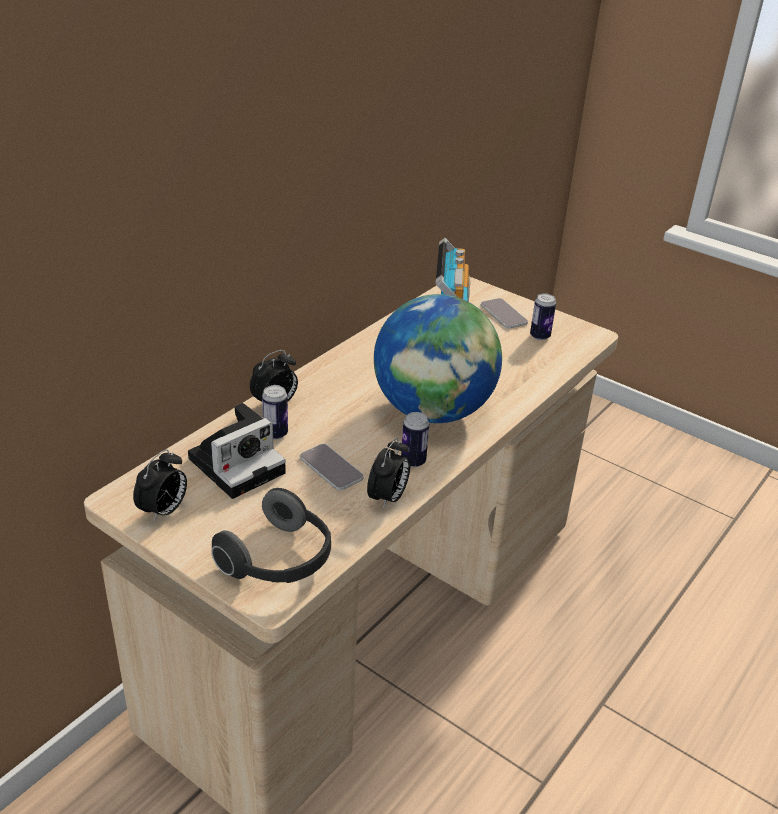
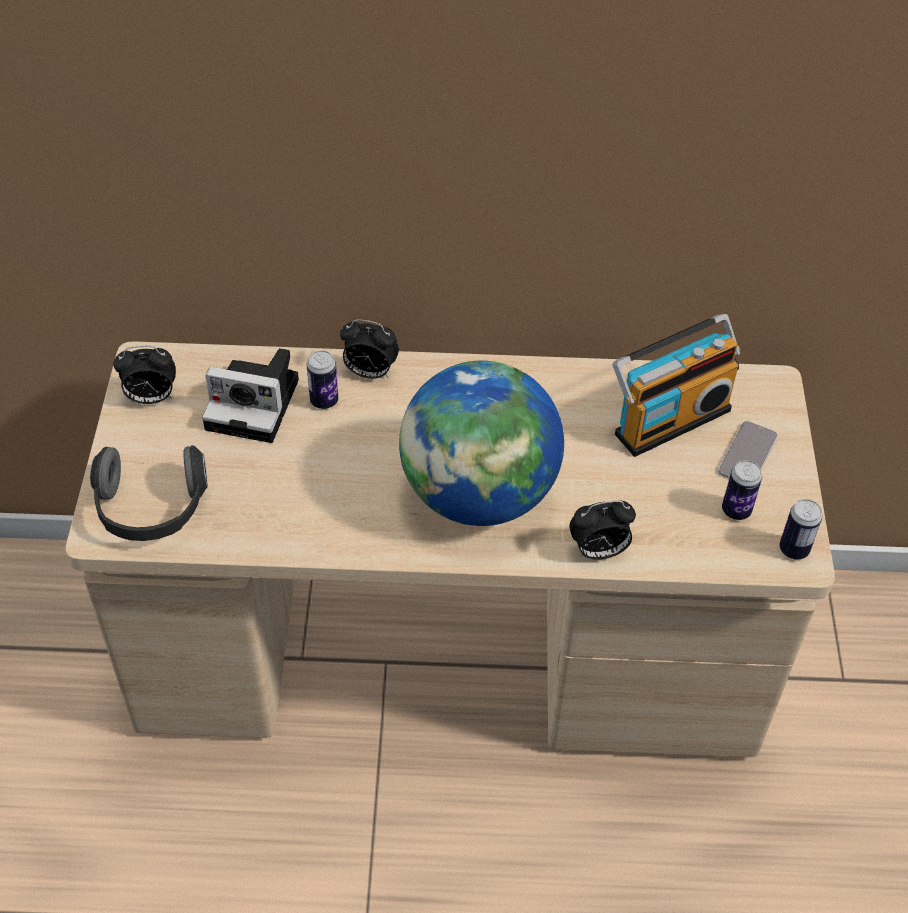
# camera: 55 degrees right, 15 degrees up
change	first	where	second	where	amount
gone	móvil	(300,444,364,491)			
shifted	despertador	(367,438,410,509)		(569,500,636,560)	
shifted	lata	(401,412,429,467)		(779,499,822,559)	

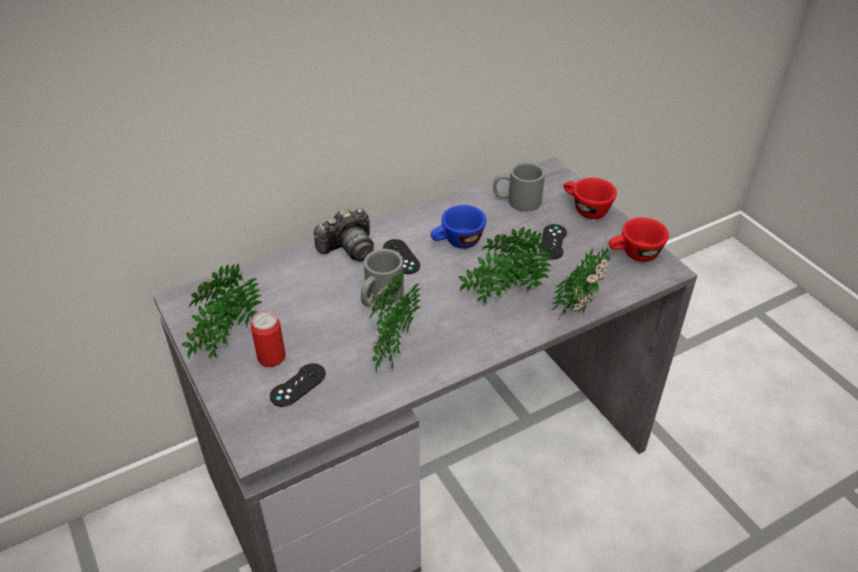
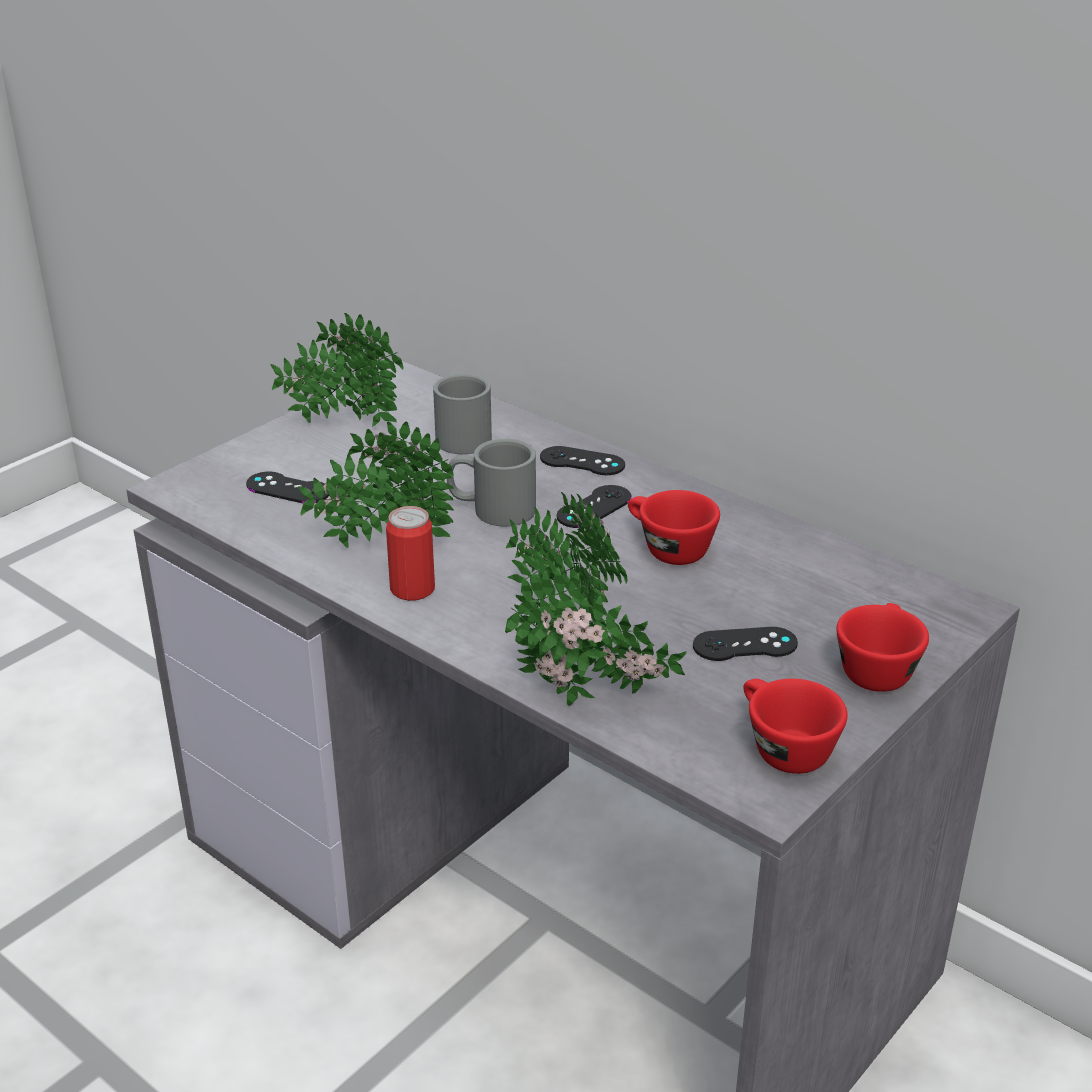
# camera: 70 degrees right, 10 degrees down
change	first	where	second	where	amount
shifted	lata	(251,311,286,367)		(386,506,435,601)	
swapped	cámara	(314,208,374,262)	mando de consola/negro	(540,446,625,475)	
repainted	taza/azul	(431,205,486,248)	taza/rojo	(628,490,720,565)	
shifted	taza grande/gris	(493,162,545,211)		(433,374,492,454)	

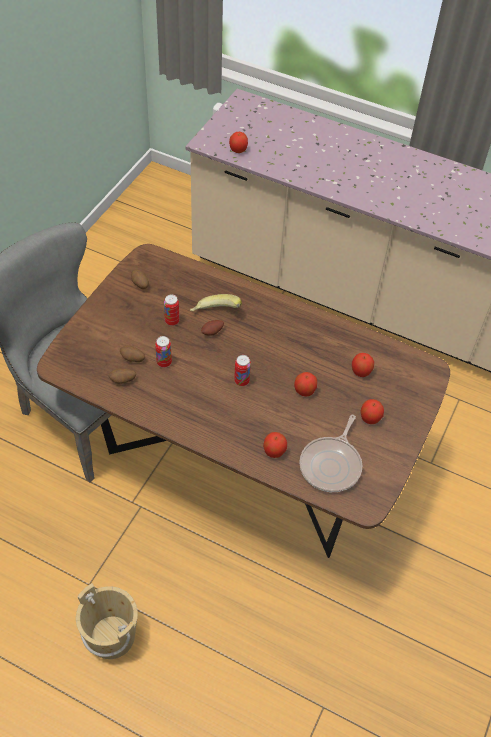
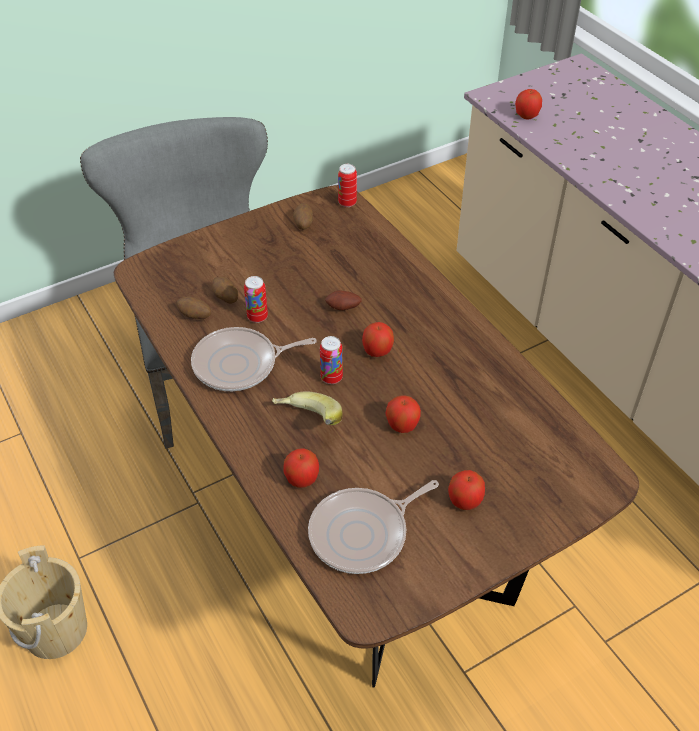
# camera: 35 degrees right, 5 degrees down
change	first	where	second	where	amount
shifted	lata	(164,295,179,326)		(338,164,357,207)	
shifted	plátano	(190,294,242,312)		(272,392,343,425)	
shifted	manzana	(352,353,374,377)		(362,322,394,357)	
new			sartén	(191,327,317,391)	

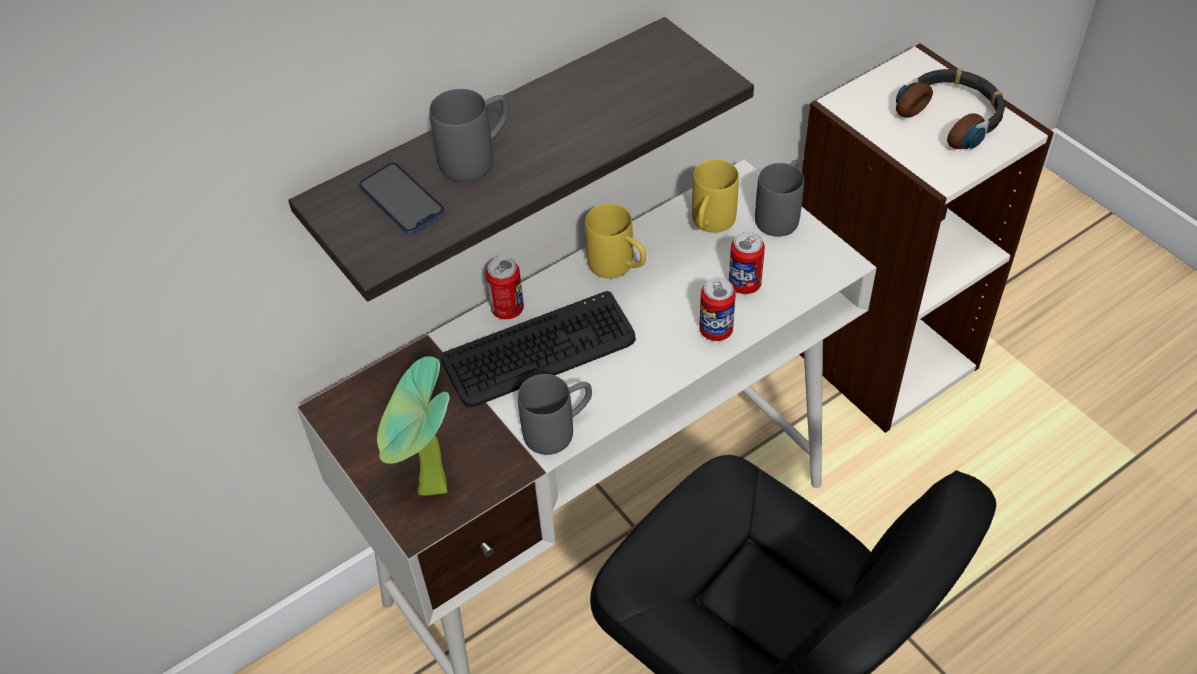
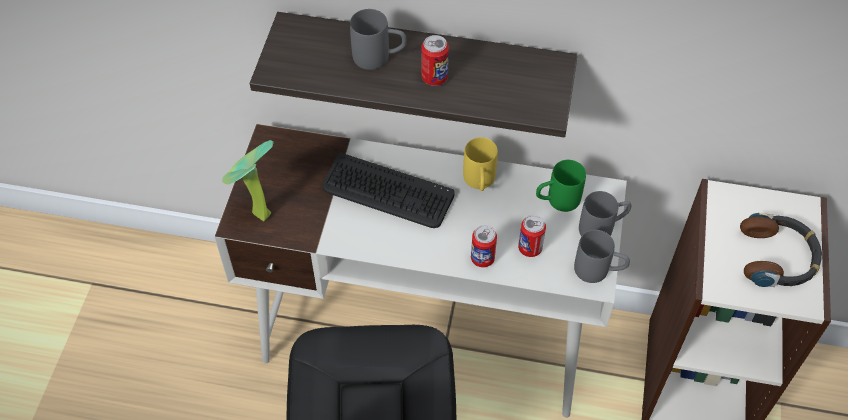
# camera: 45 degrees right, 5 degrees up
change	first	where	second	where	amount
gone	móvil	(359,163,444,234)			
shifted	lata	(486,257,524,319)		(422,35,449,86)	
shifted	taza grande/gris	(518,374,592,455)		(574,230,630,283)	
repainted	taza grande/amarillo	(692,159,739,233)	taza grande/verde	(536,160,586,212)	

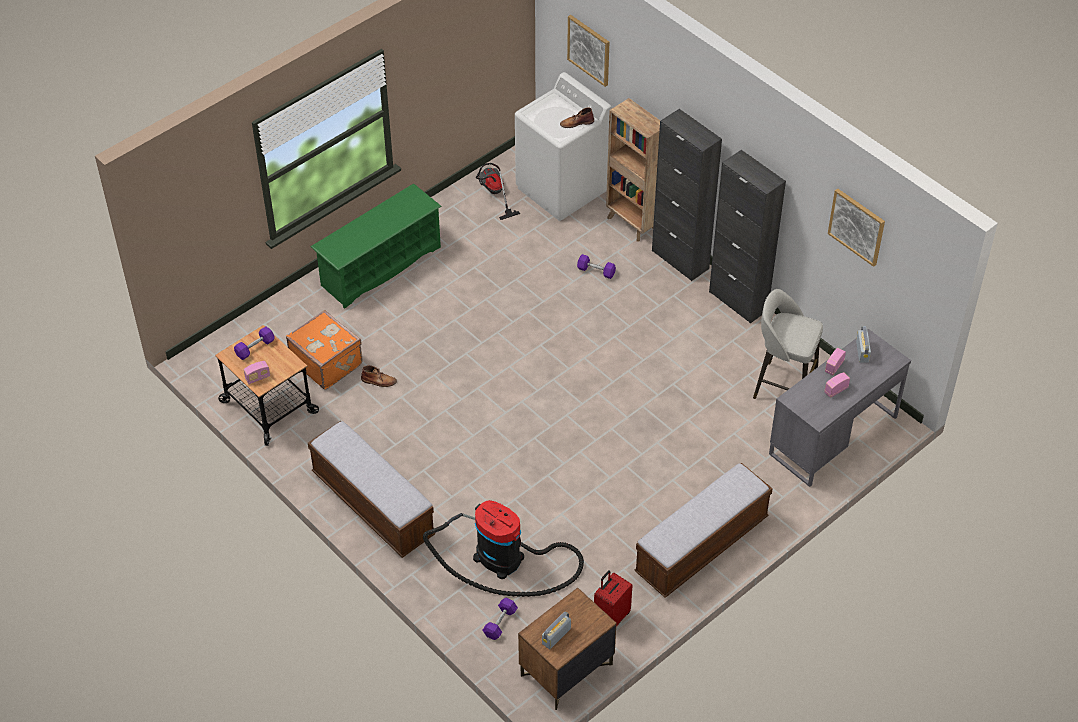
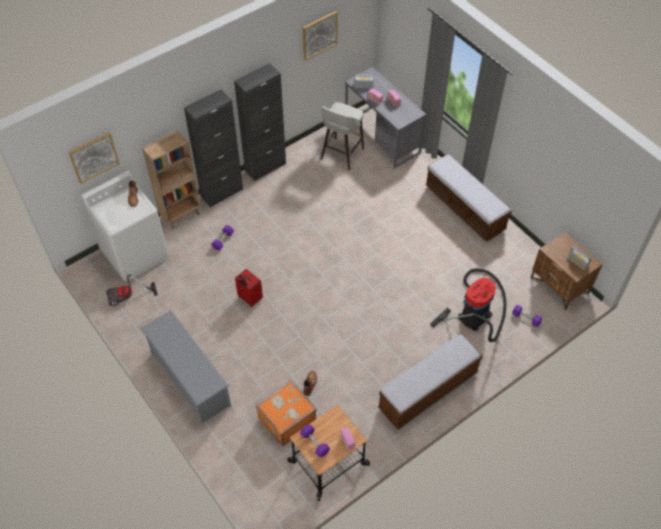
# camera: 85 degrees left, 5 degrees up
change	first	where	second	where	amount
repainted	zapatero/verde	(311,183,442,309)	zapatero/gris	(141,310,231,424)	
shifted	maleta/rojo	(594,570,632,627)		(235,269,263,307)	

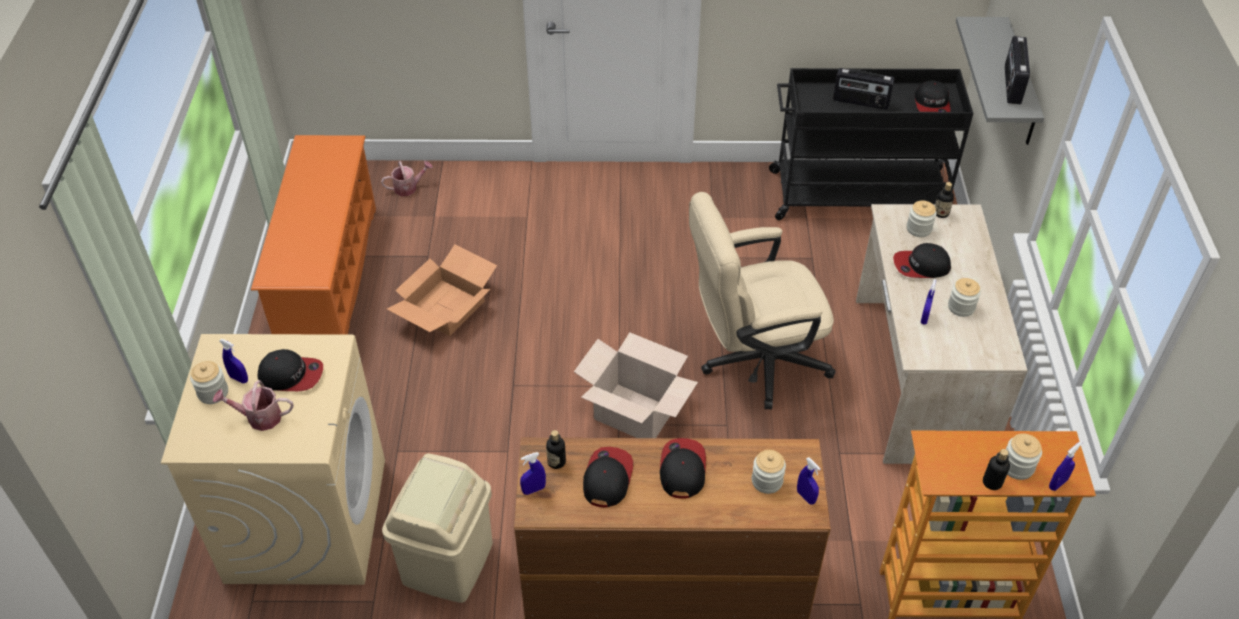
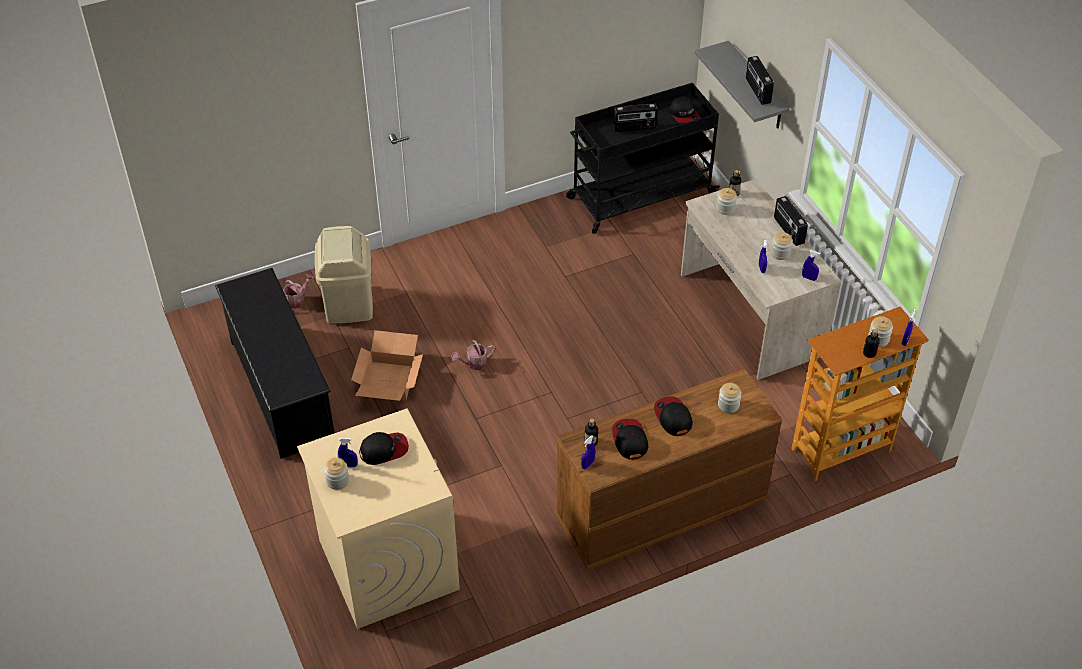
# camera: 25 degrees left, 0 degrees up
change	first	where	second	where	amount
shifted	regadera	(213,380,294,431)		(451,340,495,370)	
repainted	zapatero/naranja	(251,135,376,335)	zapatero/negro	(215,268,334,459)	
shifted	papelera/beis	(382,453,493,603)		(315,226,373,324)	
gone	caja de cartón	(574,332,698,438)			
gone	silla de oficina/beis	(689,192,836,409)			
shifted	pulverizador/azul	(797,457,821,505)		(802,250,820,281)	
gone	gorra	(893,243,951,278)			
new			radio	(774,196,808,246)	

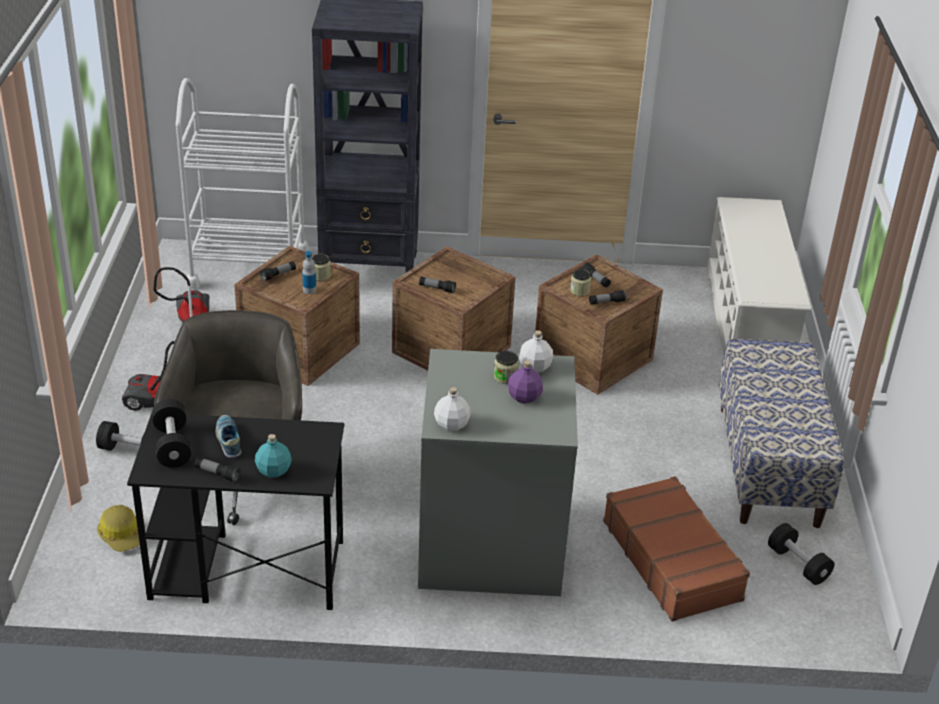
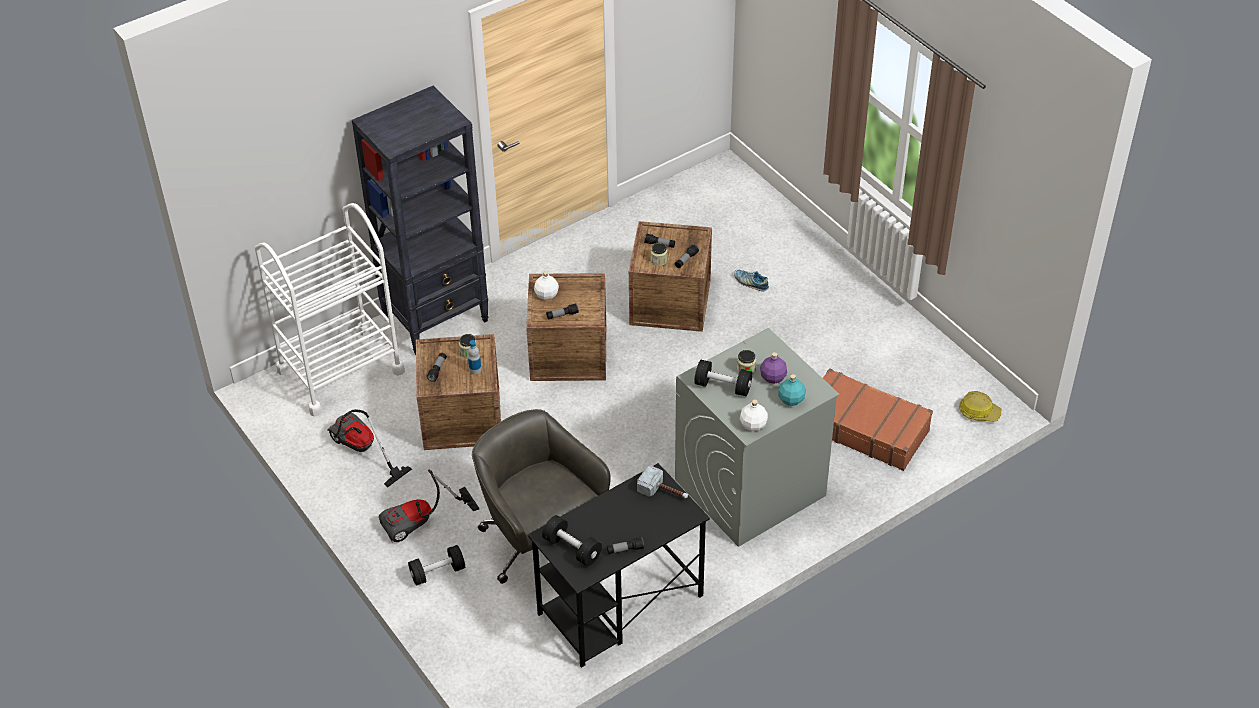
# camera: 35 degrees left, 10 degrees up
change	first	where	second	where	amount
shifted	casco	(97,505,140,552)		(959,391,1002,422)	
shifted	zapato	(215,415,242,458)		(734,269,769,292)	
shifted	botella/turquesa	(255,434,292,477)		(778,374,806,406)	
shifted	botella/blanco	(519,330,553,372)		(534,271,559,300)	
gone	zapatero/blanco	(706,197,811,354)			
gone	banco	(719,339,844,528)			
shifted	mancuerna/negro	(768,523,835,585)		(694,360,752,396)	
new			martillo	(637,466,688,498)	

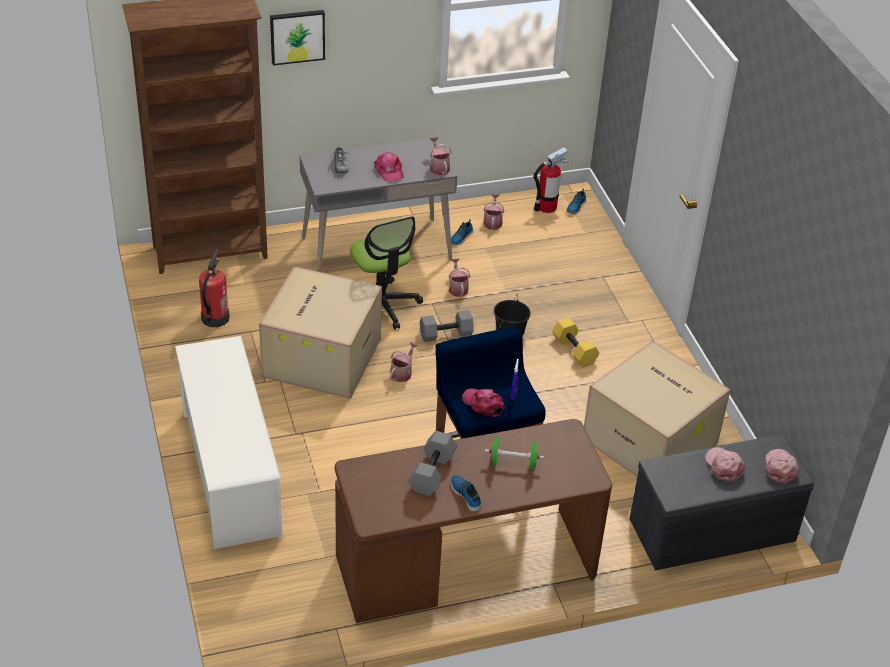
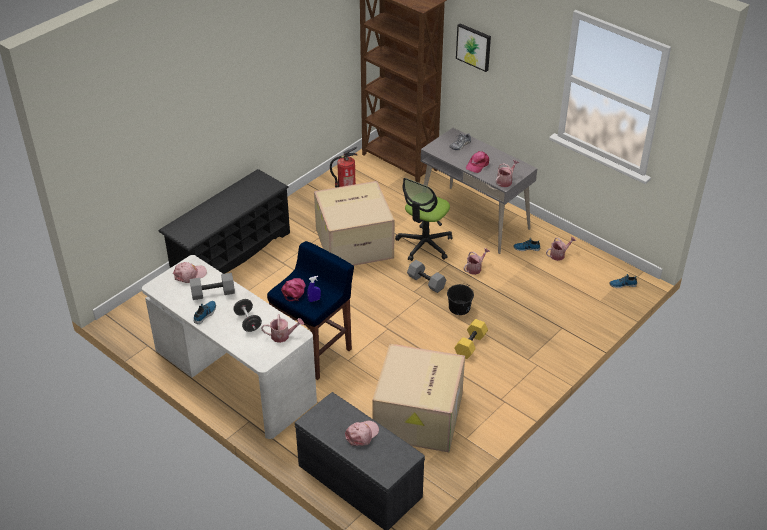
# camera: 60 degrees right, 0 degrees up
change	first	where	second	where	amount
repainted	zapatero/blanco	(175,336,282,549)	zapatero/negro	(158,169,290,274)	
repainted	escritorio/marrón	(335,419,612,623)	escritorio/blanco	(142,255,317,439)	
shifted	regadera	(390,342,418,382)		(261,314,304,343)	
repainted	mancuerna/verde	(485,438,544,470)	mancuerna/negro	(233,299,262,332)	
gone	extintor	(533,147,569,213)			
shifted	gorra/rosa	(765,449,800,484)		(173,262,207,283)	

